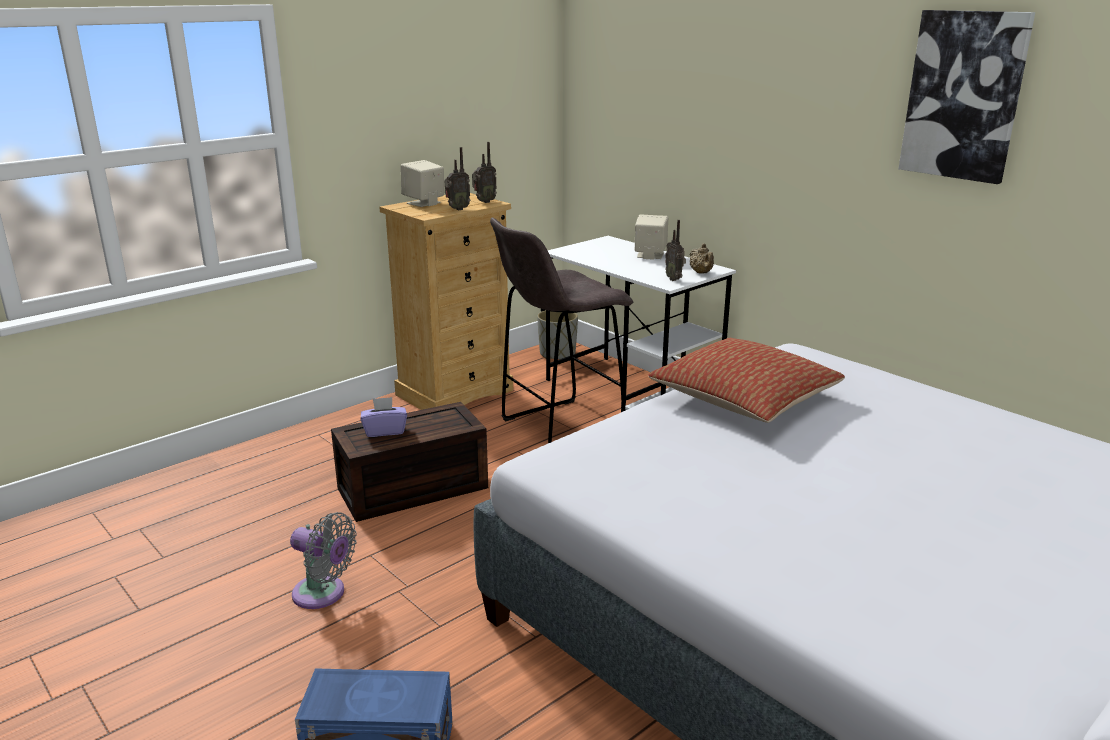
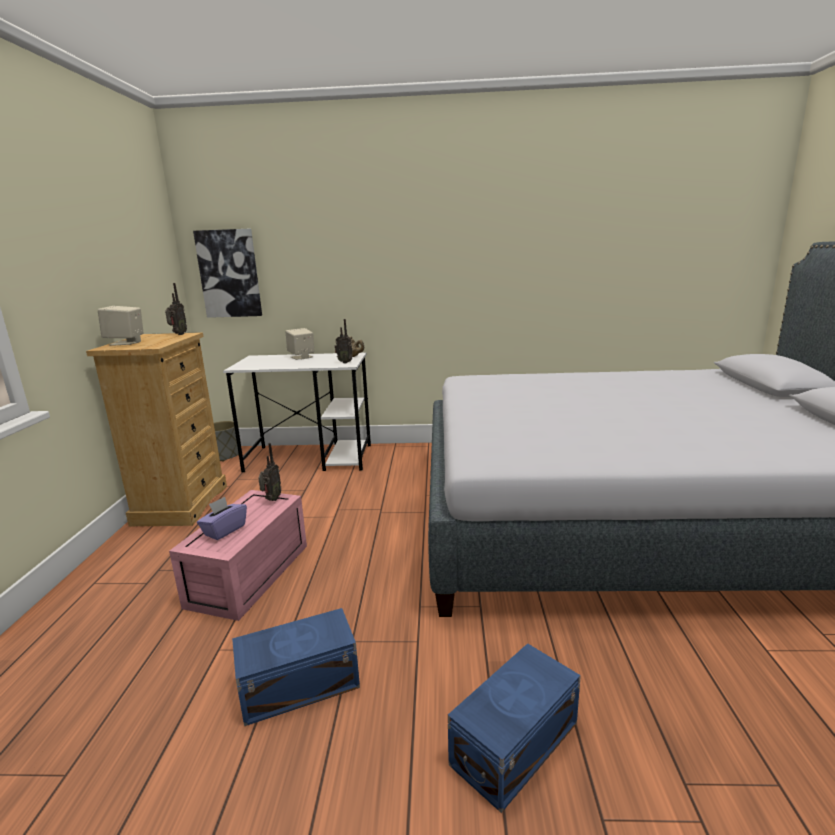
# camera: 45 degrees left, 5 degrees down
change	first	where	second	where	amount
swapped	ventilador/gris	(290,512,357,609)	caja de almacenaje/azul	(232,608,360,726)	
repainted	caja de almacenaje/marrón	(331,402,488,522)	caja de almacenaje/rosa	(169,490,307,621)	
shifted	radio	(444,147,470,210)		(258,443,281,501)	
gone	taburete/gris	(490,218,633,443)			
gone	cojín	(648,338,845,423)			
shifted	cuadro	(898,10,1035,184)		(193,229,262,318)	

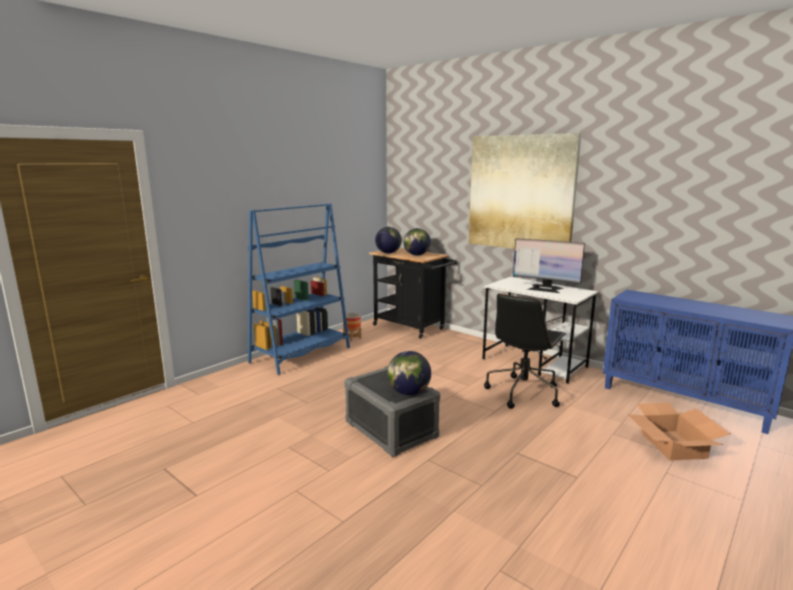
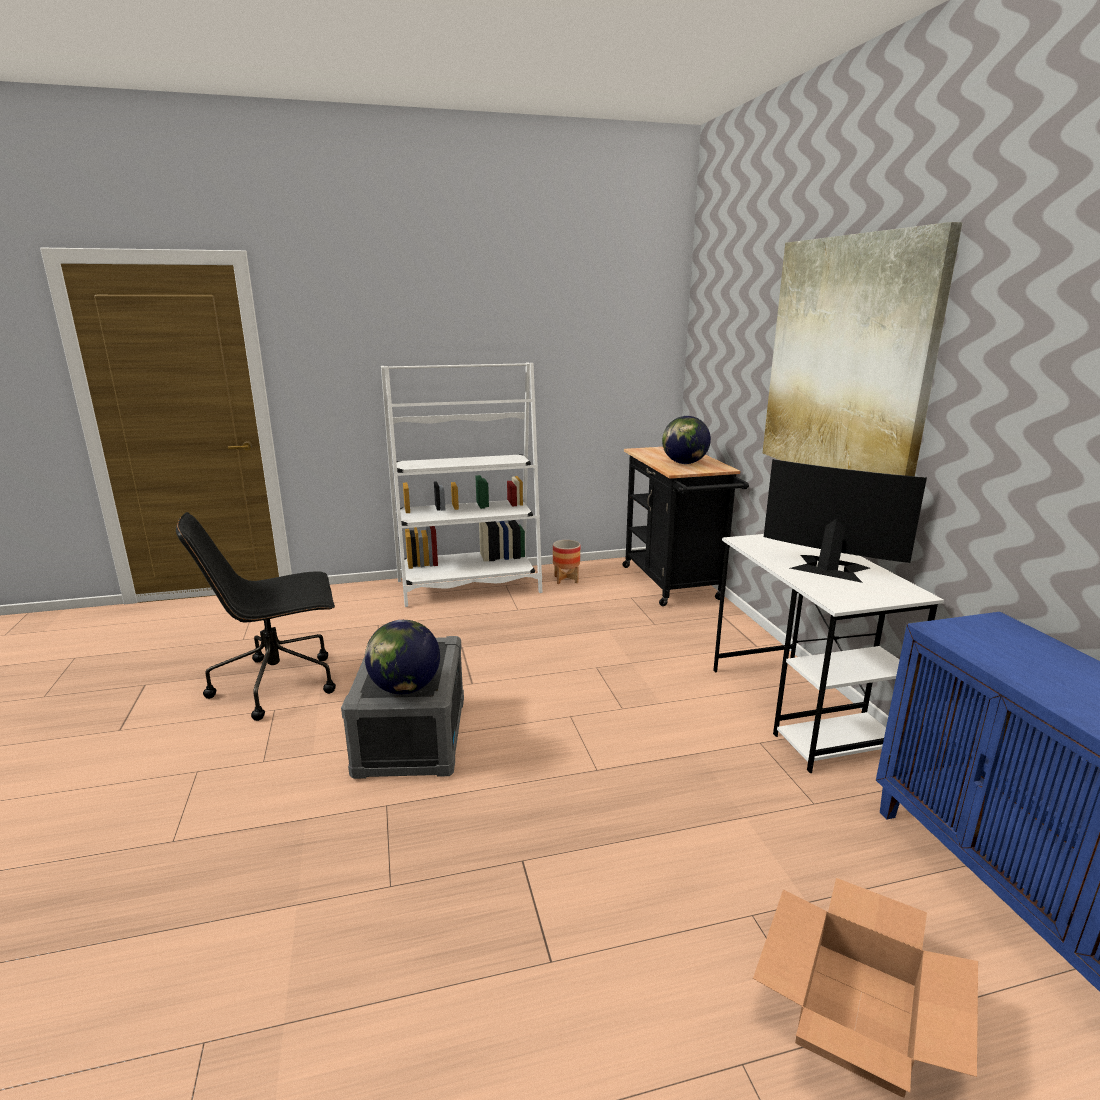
# camera: 35 degrees right, 5 degrees up
change	first	where	second	where	amount
repainted	estantería/azul	(247,203,350,375)	estantería/blanco	(381,363,542,607)	
gone	globo terráqueo	(375,227,402,253)			
shifted	silla de oficina/negro	(484,293,566,409)		(176,512,336,721)	
rotated	monitor	(513,238,585,293)		(764,459,927,583)	150 degrees clockwise

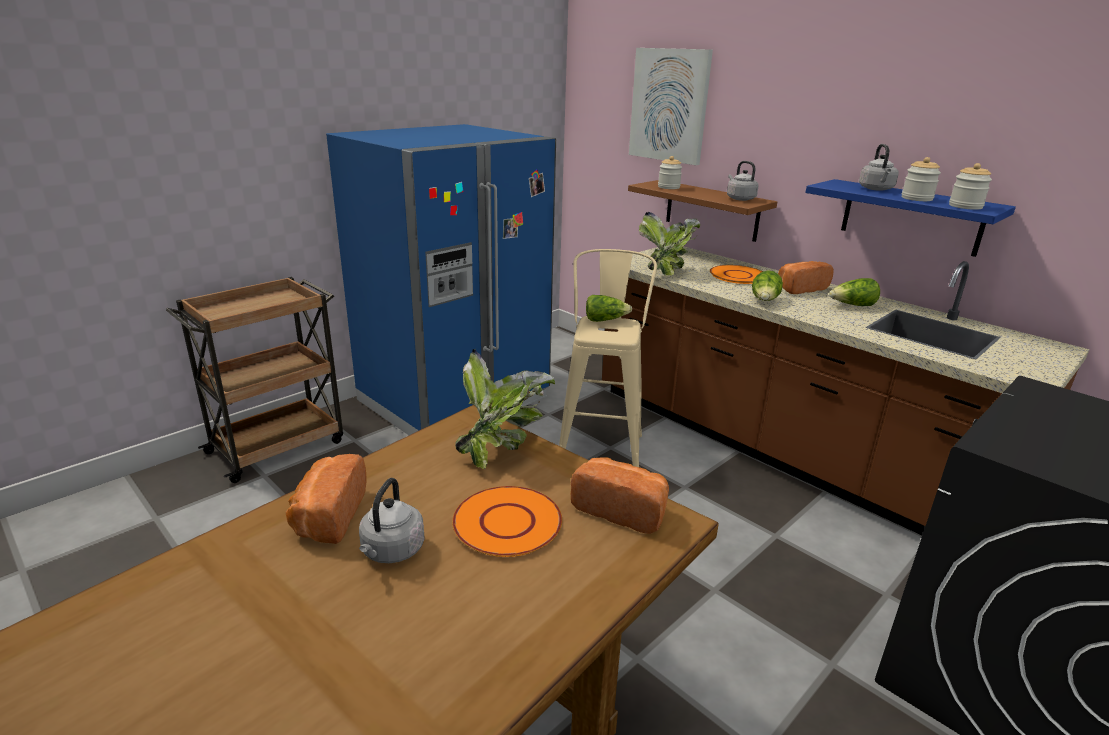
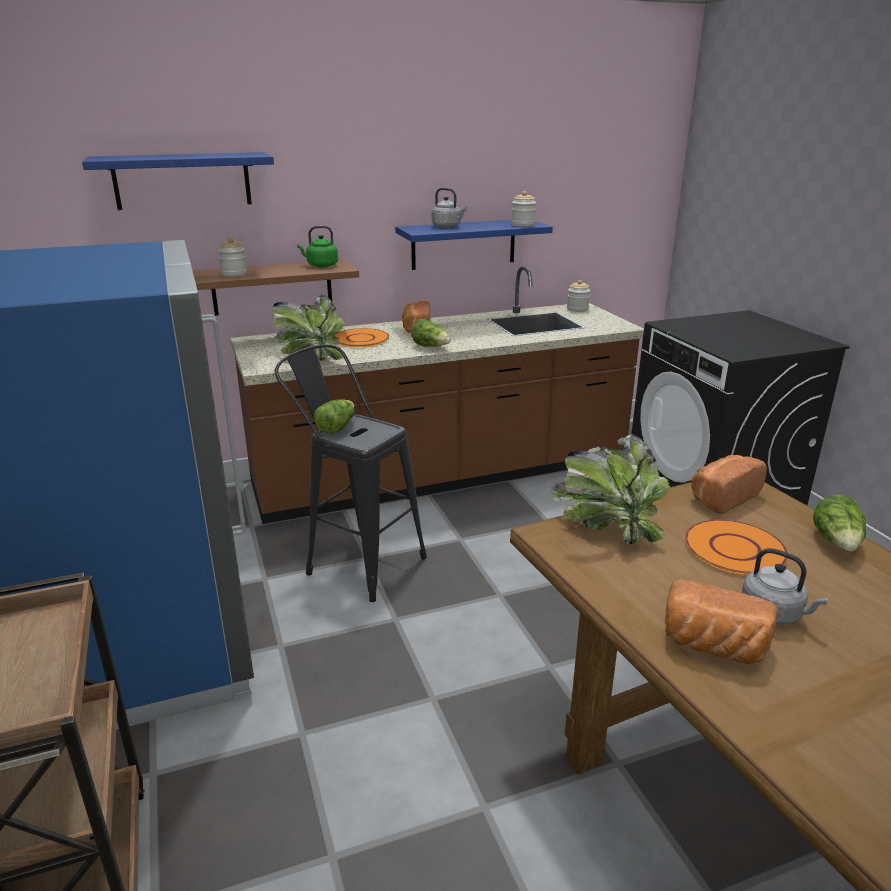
# camera: 65 degrees left, 0 degrees up
change	first	where	second	where	amount
repainted	taburete/beis	(559,249,657,467)	taburete/negro	(274,344,427,602)	
swapped	cuadro	(629,48,713,165)	estante/azul	(82,152,274,210)	
repainted	hervidor/gris	(727,161,758,201)	hervidor/verde	(297,226,338,267)	
shifted	lechuga	(829,278,880,306)		(813,495,866,552)	
shifted	tarro	(902,157,941,201)		(567,280,590,312)	

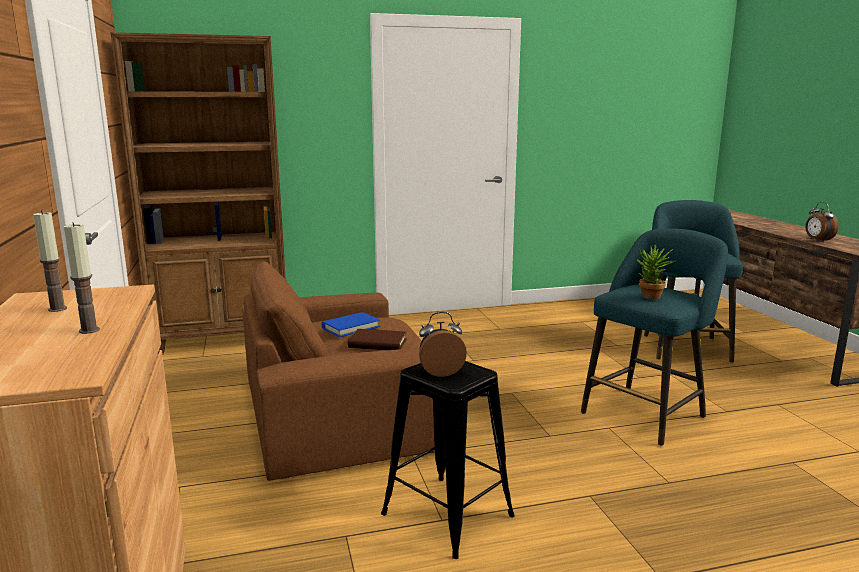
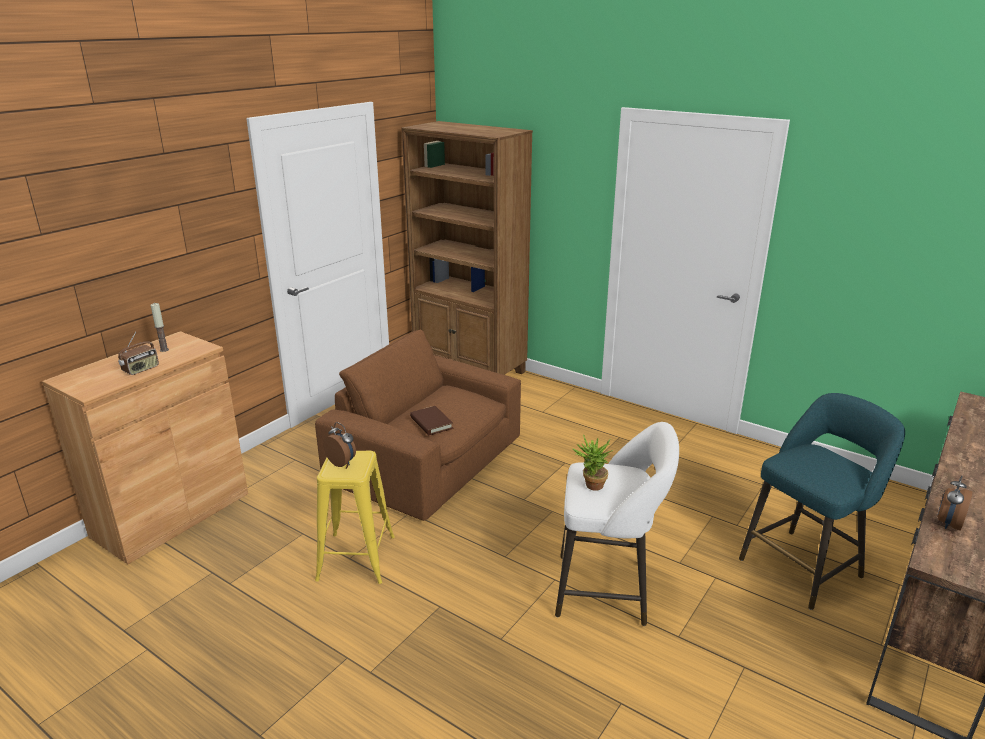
# camera: 50 degrees right, 10 degrees up
change	first	where	second	where	amount
swapped	vela	(64,222,100,334)	radio	(118,332,159,375)	
gone	libro/azul	(322,312,380,337)			
repainted	taburete/negro	(381,361,515,559)	taburete/amarillo	(315,451,395,584)	
repainted	taburete/turquesa	(581,229,728,446)	taburete/blanco	(555,422,679,626)	

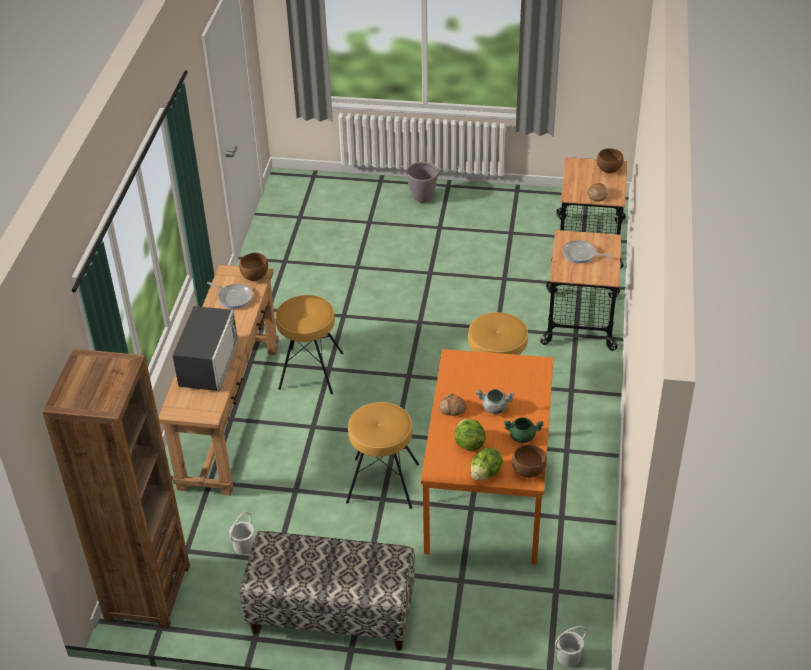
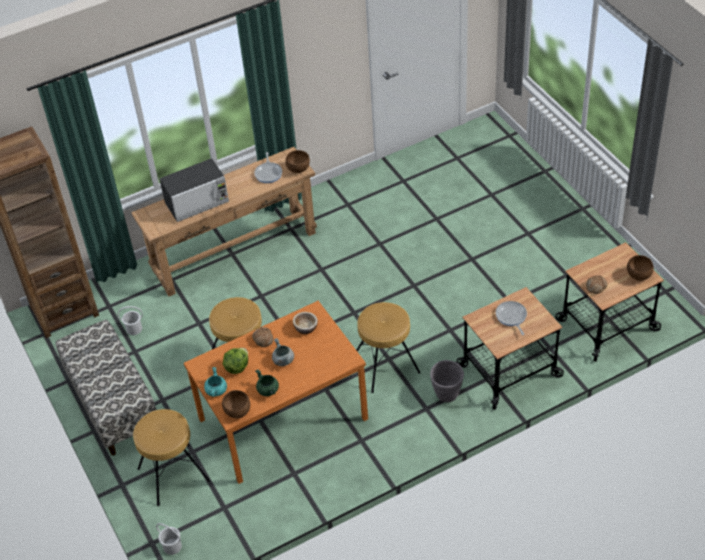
# camera: 55 degrees right, 5 degrees up
change	first	where	second	where	amount
shifted	taburete/marrón	(276,295,344,394)		(133,409,210,506)	
shifted	maceta/gris	(407,161,439,203)		(430,360,464,402)	
swapped	lechuga	(471,448,503,480)	olla/turquesa	(204,367,227,397)	
new			cuenco	(293,312,318,334)	

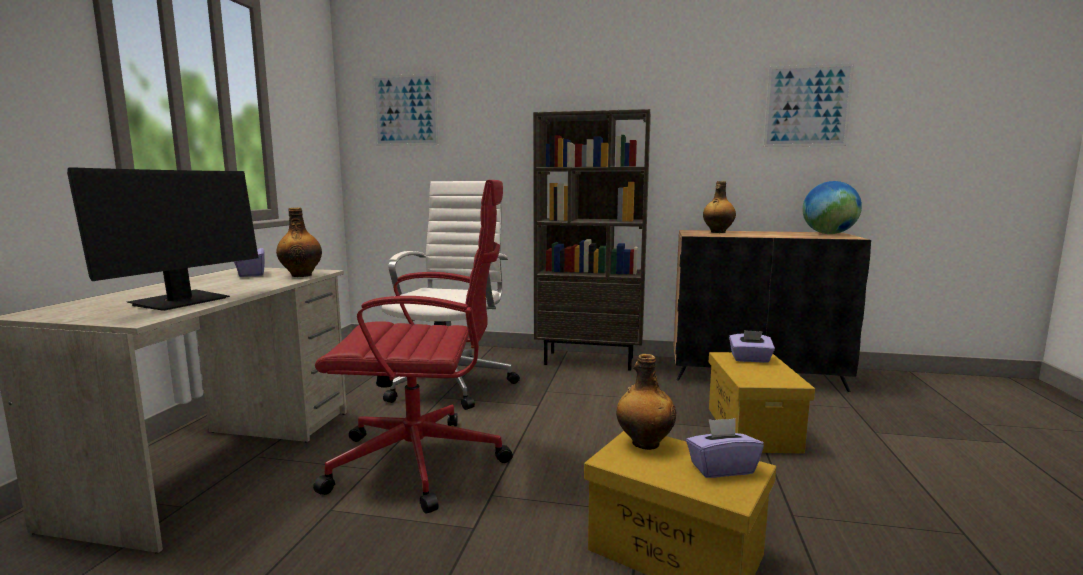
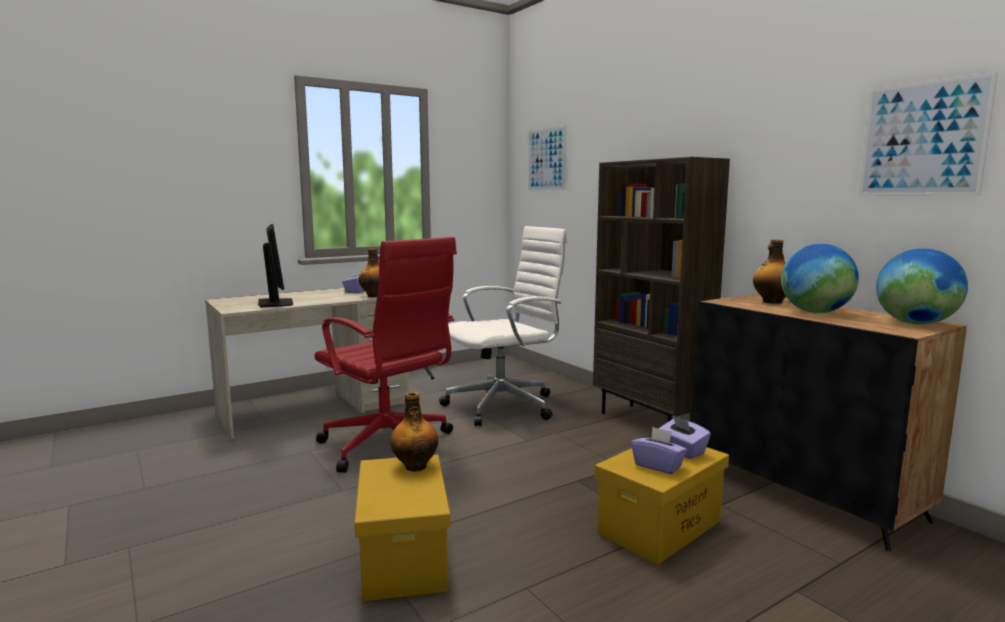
# camera: 45 degrees right, 0 degrees up
change	first	where	second	where	amount
rotated	monitor	(67,167,258,311)		(258,224,293,308)	90 degrees counterclockwise
shifted	caja de pañuelos/morado	(686,418,764,478)		(631,427,687,475)	
new			globo terráqueo	(781,244,859,313)	

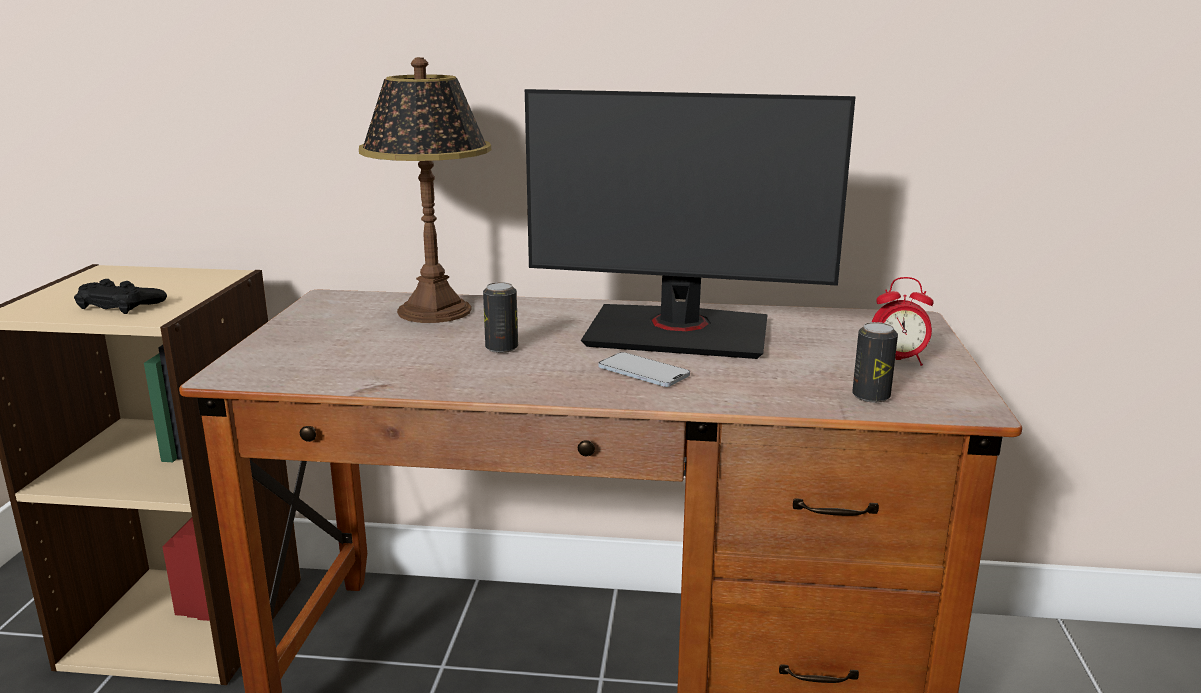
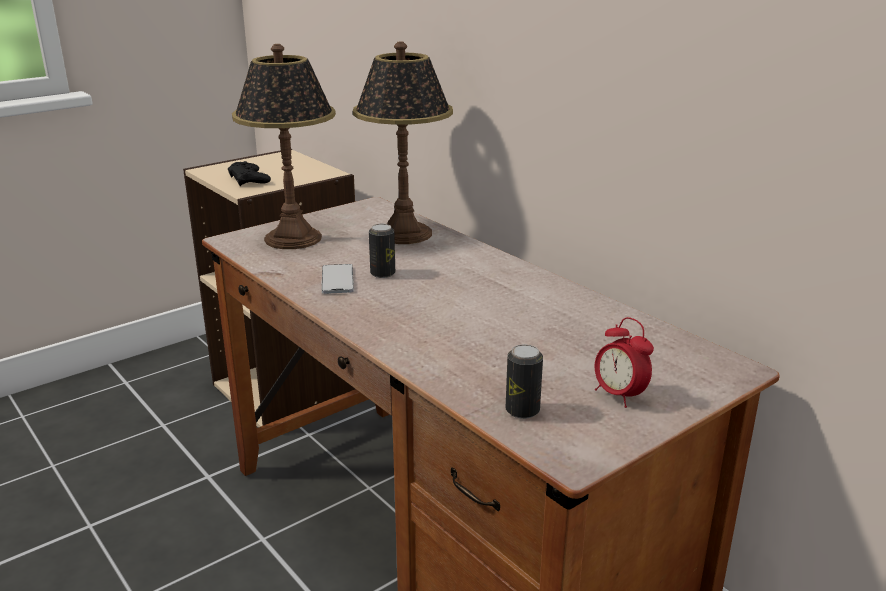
# camera: 45 degrees right, 5 degrees up
change	first	where	second	where	amount
gone	monitor	(525,89,856,359)			
shifted	móvil	(598,352,690,387)		(322,264,354,294)	
new			lámpara de mesa	(232,44,336,249)	

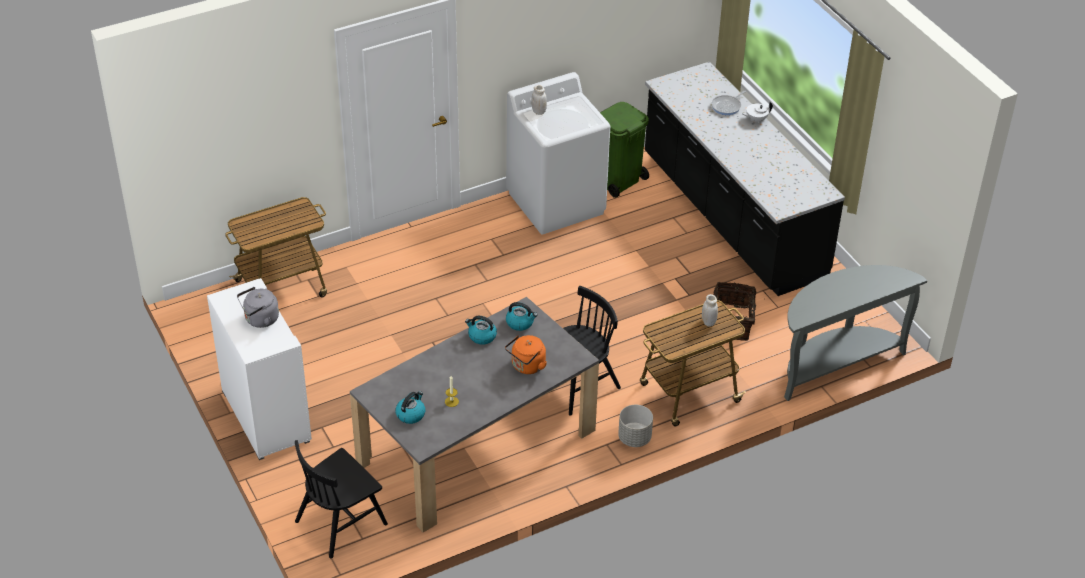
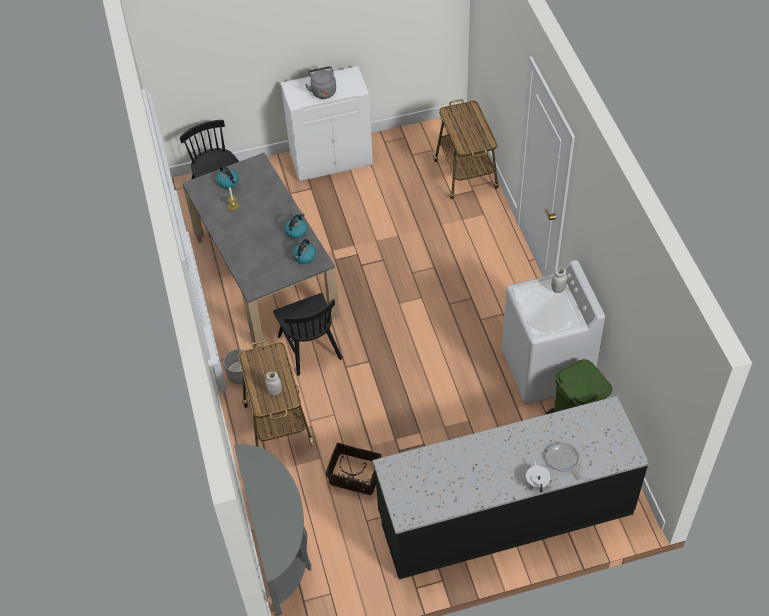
# camera: 105 degrees right, 10 degrees up
change	first	where	second	where	amount
gone	hervidor/naranja	(505,335,547,374)			

